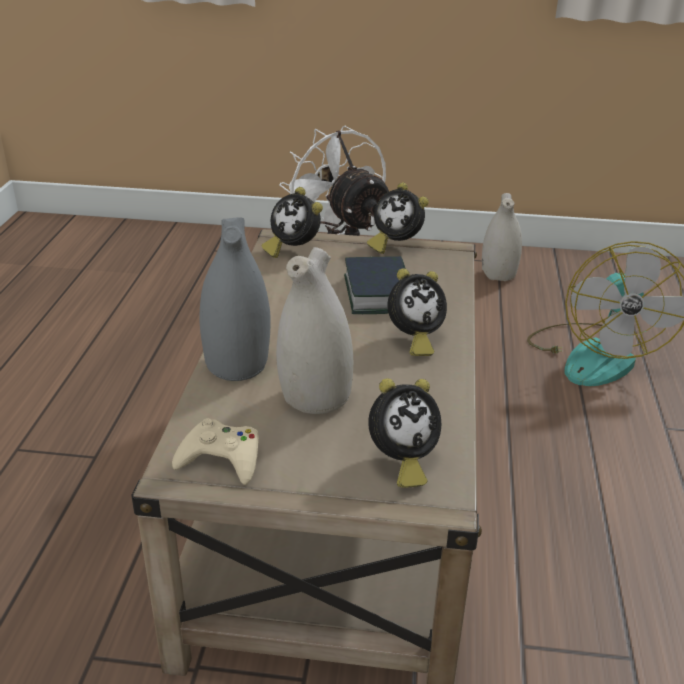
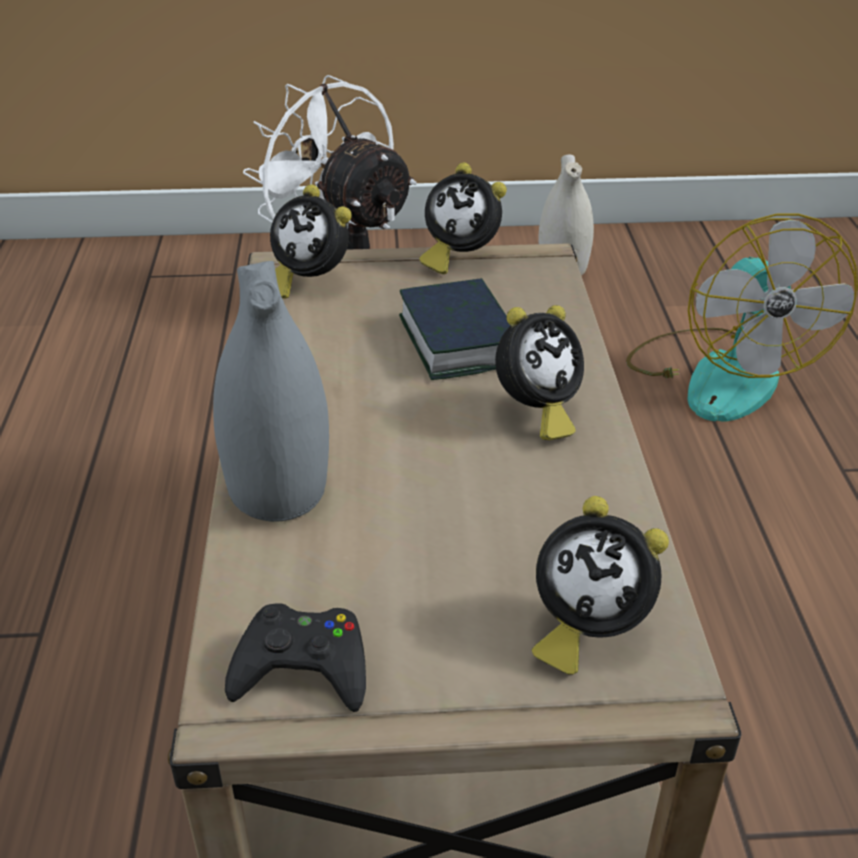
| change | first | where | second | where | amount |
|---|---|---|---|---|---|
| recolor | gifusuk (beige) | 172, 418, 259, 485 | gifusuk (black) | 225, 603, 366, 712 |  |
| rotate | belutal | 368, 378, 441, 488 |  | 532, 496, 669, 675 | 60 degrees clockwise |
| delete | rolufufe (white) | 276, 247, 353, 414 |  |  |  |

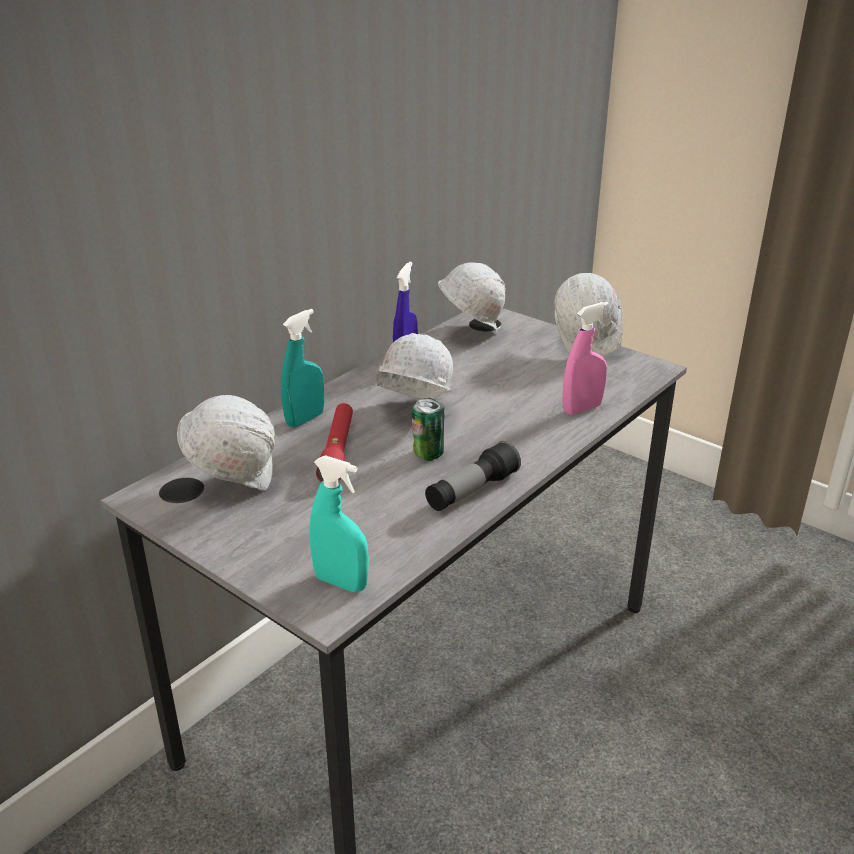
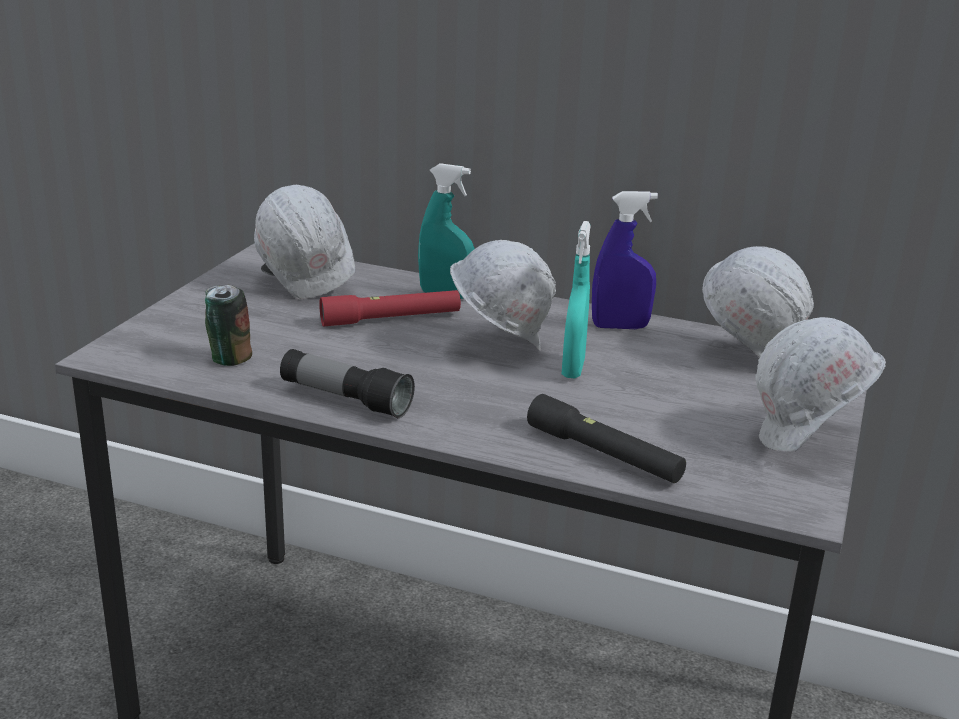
| change | first | where | second | where | amount |
|---|---|---|---|---|---|
| move | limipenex | 412, 398, 445, 461 |  | 205, 285, 252, 366 |  |
| replace | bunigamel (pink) | 563, 302, 609, 415 | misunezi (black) | 527, 394, 686, 483 |  |
| move | bunigamel (turquoise) | 309, 455, 369, 592 |  | 562, 221, 591, 378 |  |

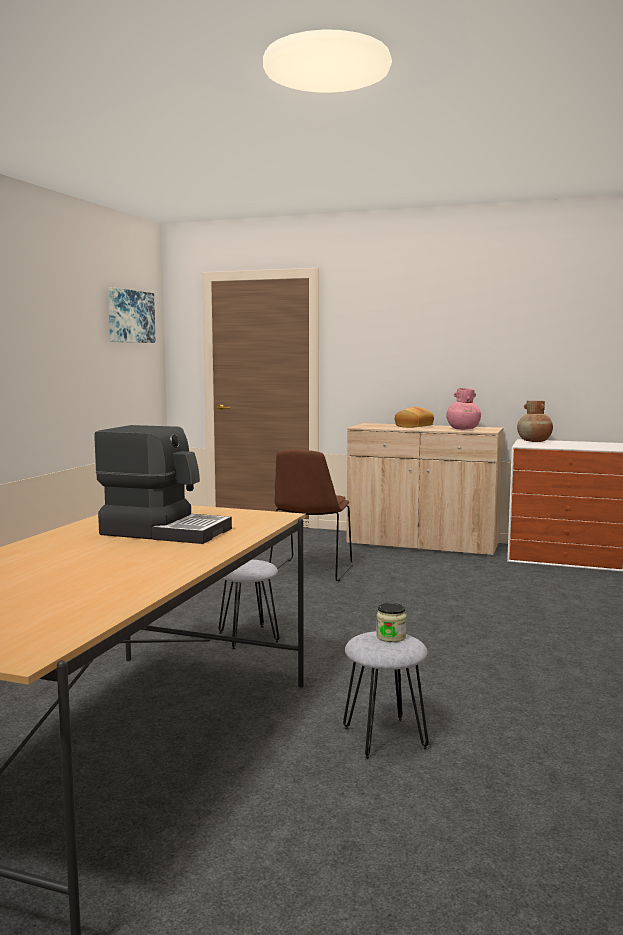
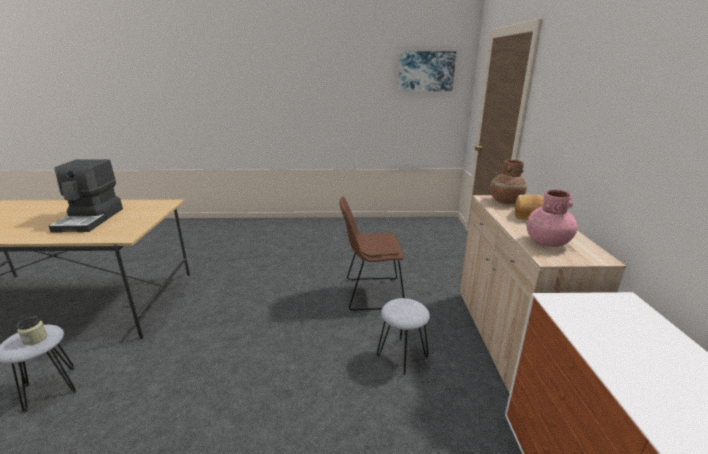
| change | first | where | second | where | amount |
|---|---|---|---|---|---|
| move | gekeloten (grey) | 218, 560, 279, 650 |  | 377, 298, 430, 376 |  |
| move | rolufufe (brown) | 517, 401, 553, 442 |  | 490, 160, 527, 204 |  |

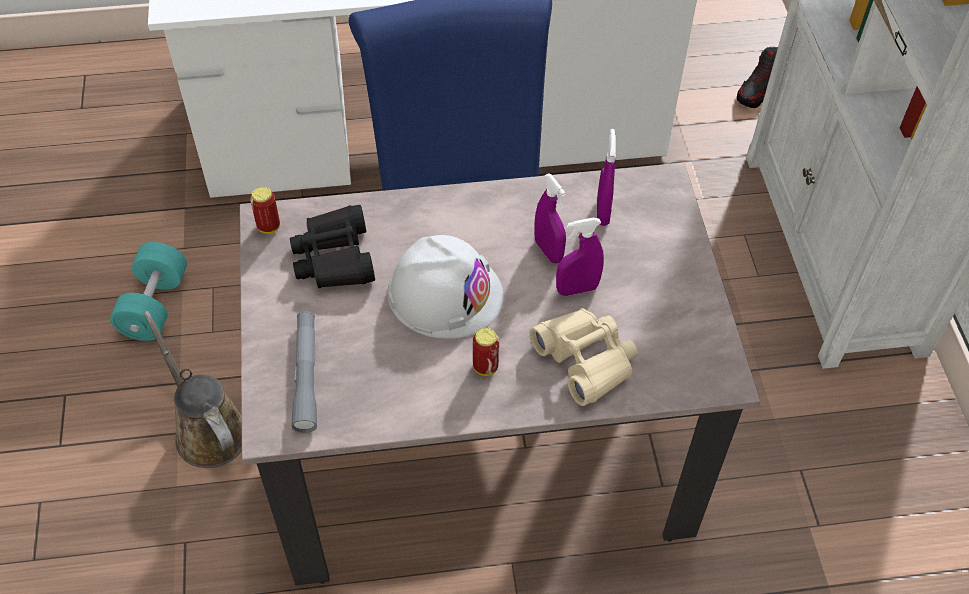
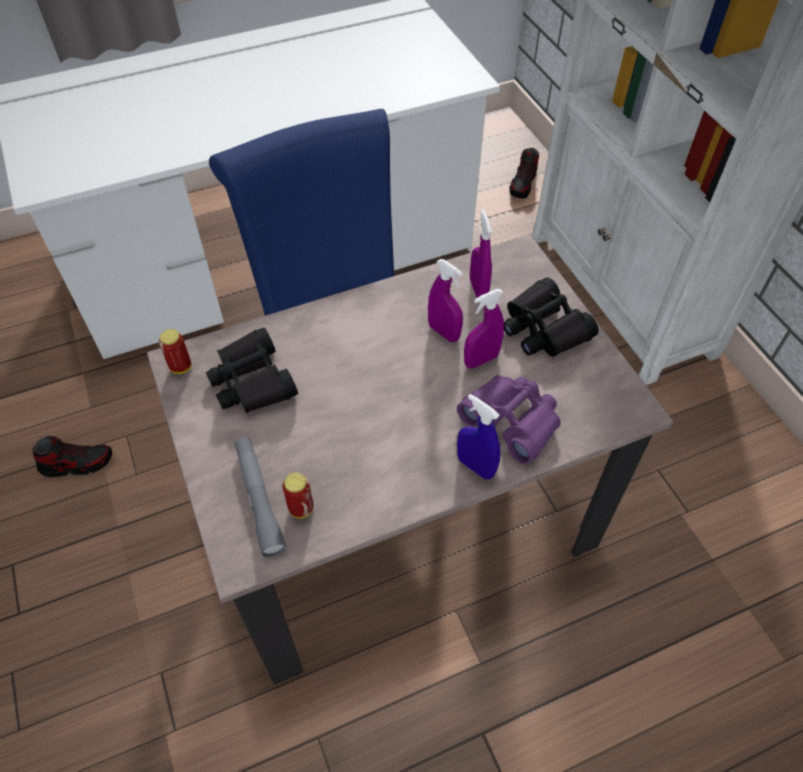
| change | first | where | second | where | amount |
|---|---|---|---|---|---|
| replace | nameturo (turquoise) | 110, 242, 187, 341 | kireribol | 33, 436, 112, 477 |  |
| move | limipenex | 473, 328, 499, 376 |  | 282, 472, 314, 518 |  |
| recolor | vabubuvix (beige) | 529, 308, 638, 406 | vabubuvix (purple) | 457, 375, 561, 464 |  |
| insert |  |  | bunigamel (blue) | 457, 394, 501, 480 |  |
| insert |  |  | vabubuvix (black) | 504, 278, 599, 357 |  |
| delete | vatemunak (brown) | 144, 311, 242, 468 |  |  |  |
| delete | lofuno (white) | 387, 235, 504, 339 |  |  |  |

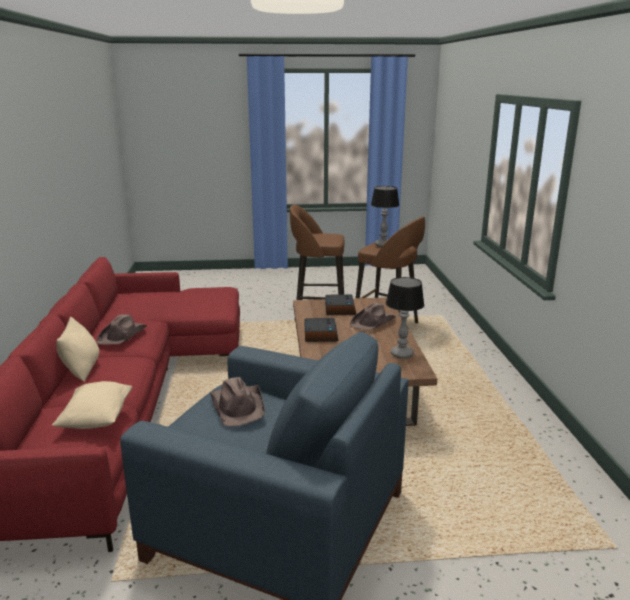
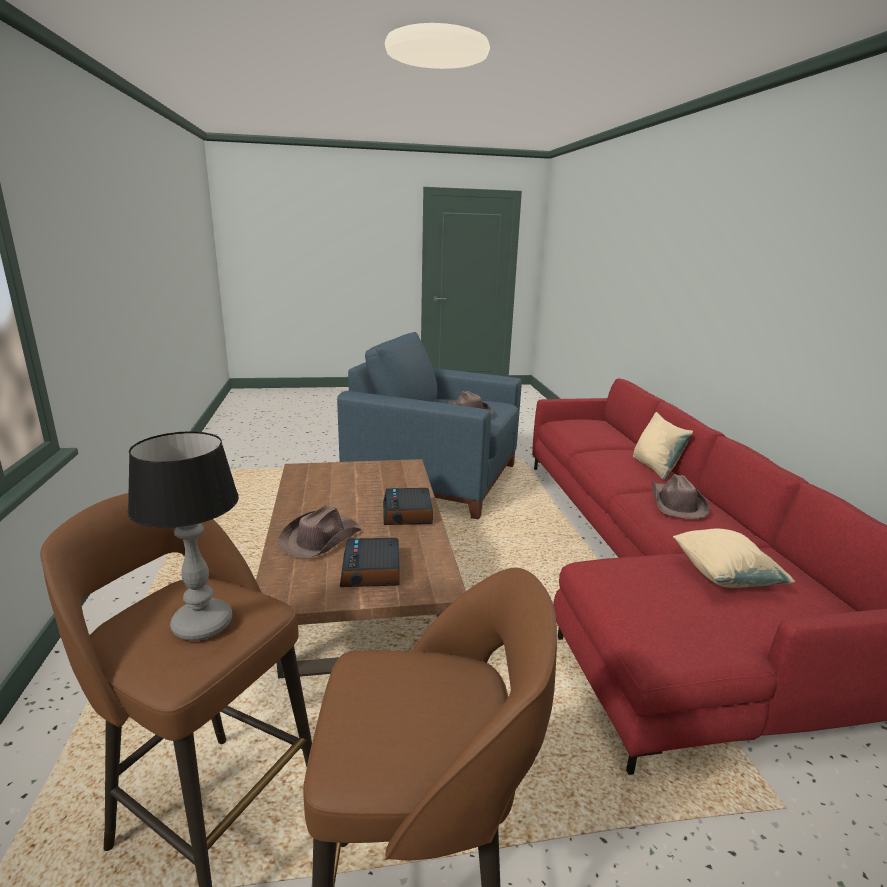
| change | first | where | second | where | amount |
|---|---|---|---|---|---|
| move | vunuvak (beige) | 52, 381, 132, 429 |  | 673, 529, 795, 588 |  |
| delete | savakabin | 386, 277, 424, 359 |  |  |  |

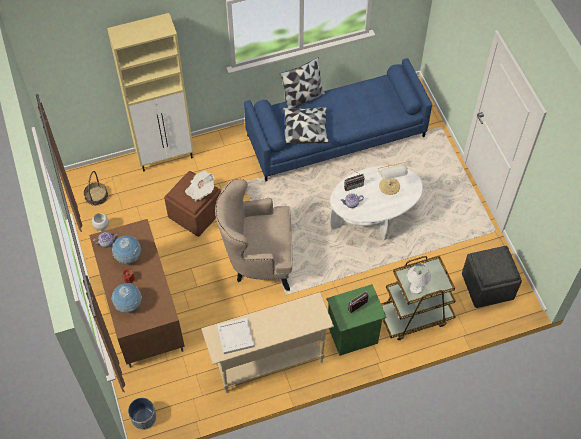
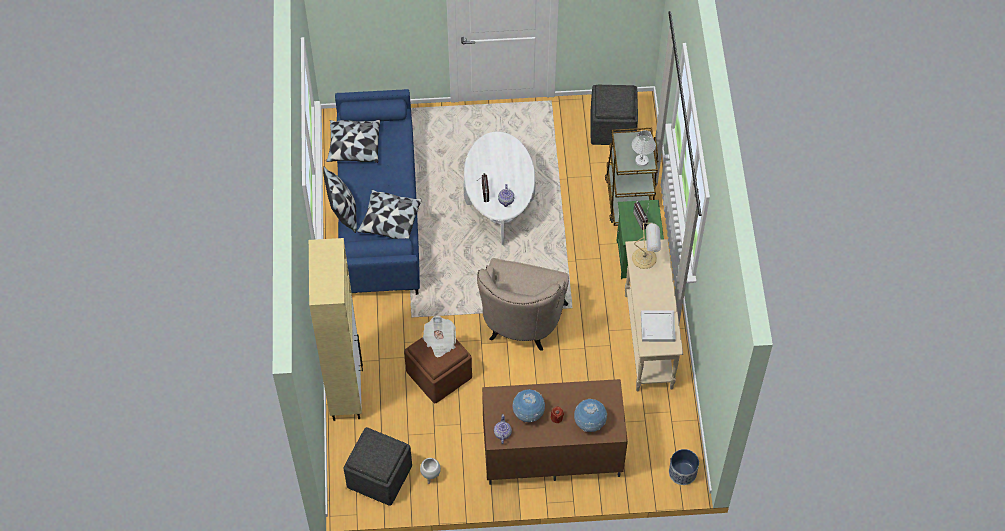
| change | first | where | second | where | amount |
|---|---|---|---|---|---|
| insert |  |  | vunuvak | 326, 120, 380, 163 |  |
| replace | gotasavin | 84, 171, 108, 206 | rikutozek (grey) | 344, 427, 412, 506 |  |
| move | savakabin | 378, 162, 408, 195 |  | 632, 223, 661, 269 |  |

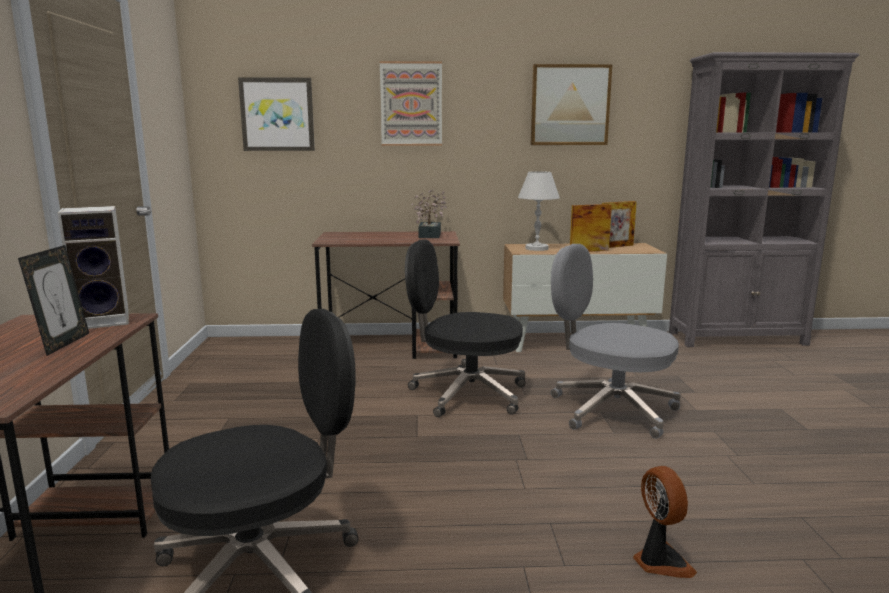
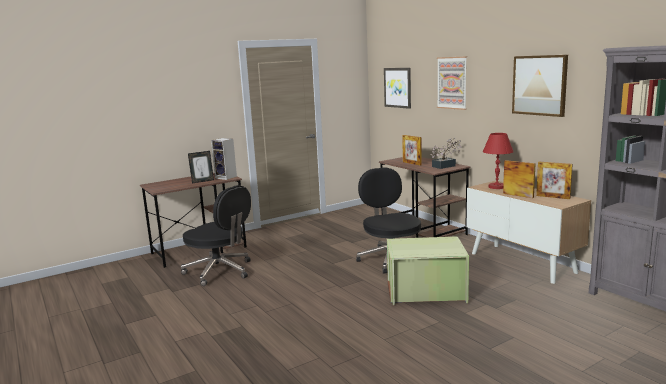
| change | first | where | second | where | amount |
|---|---|---|---|---|---|
| replace | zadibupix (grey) | 551, 244, 681, 439 | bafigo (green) | 387, 236, 469, 306 |  |
| insert |  |  | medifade | 402, 135, 422, 165 |  |
| recolor | savakabin (white) | 518, 171, 560, 251 | savakabin (red) | 483, 133, 514, 189 |  |
| delete | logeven | 633, 466, 697, 578 |  |  |  |

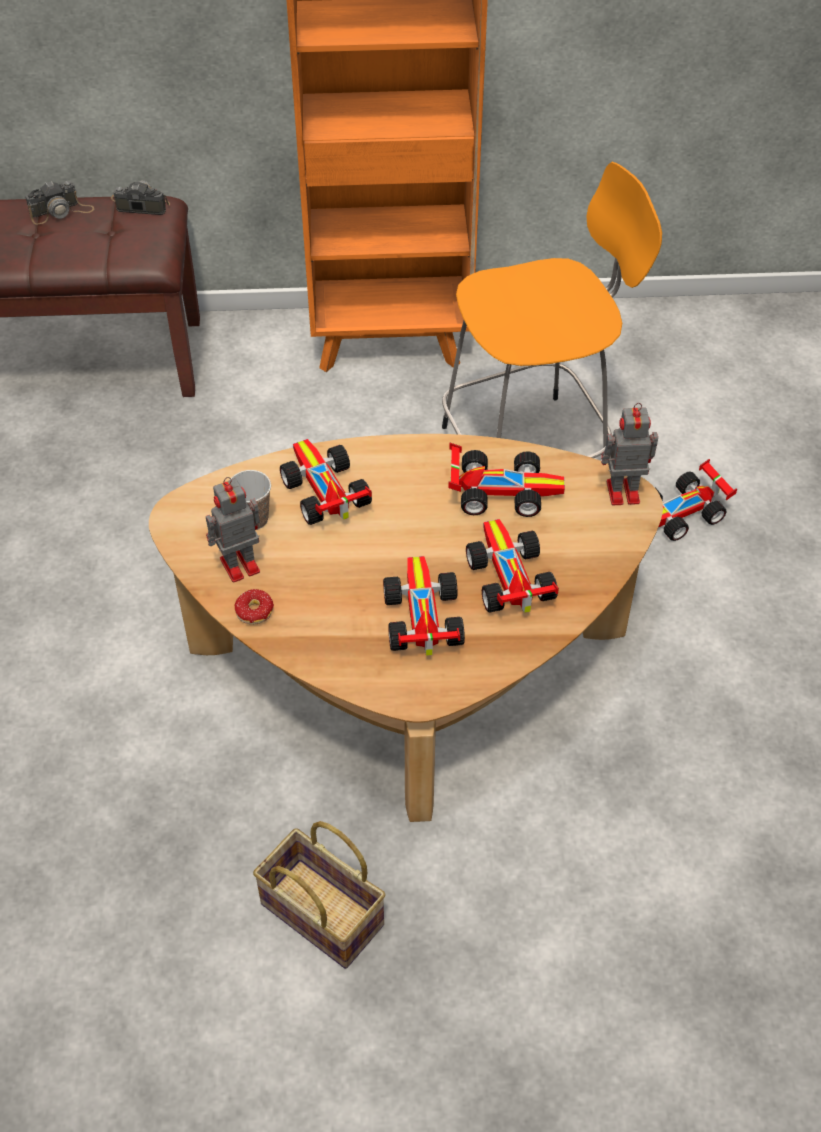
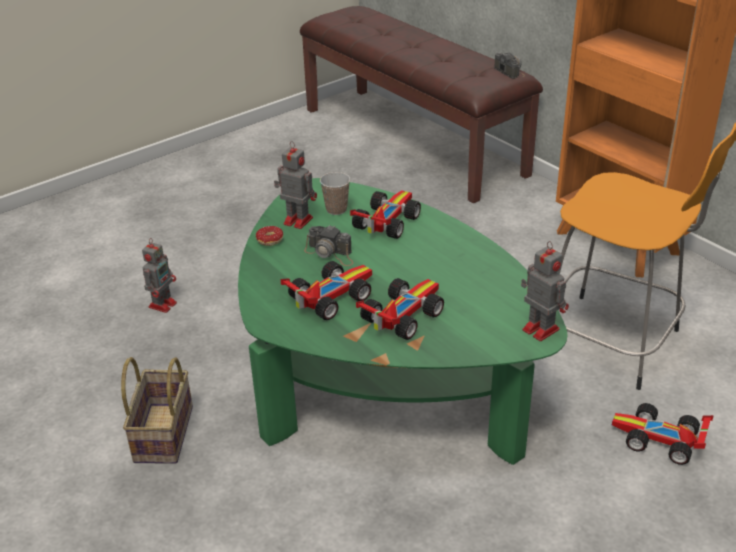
| change | first | where | second | where | amount |
|---|---|---|---|---|---|
| insert |  |  | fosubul | 142, 238, 177, 313 |  |
| recolor | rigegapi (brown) | 149, 434, 663, 822 | rigegapi (green) | 238, 178, 568, 465 |  |
| move | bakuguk | 25, 181, 94, 225 |  | 304, 225, 353, 266 |  |
| delete | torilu | 448, 443, 565, 517 |  |  |  |

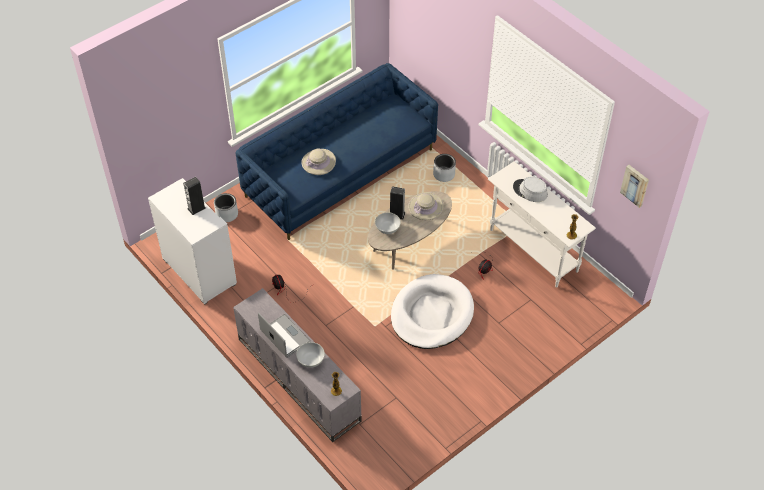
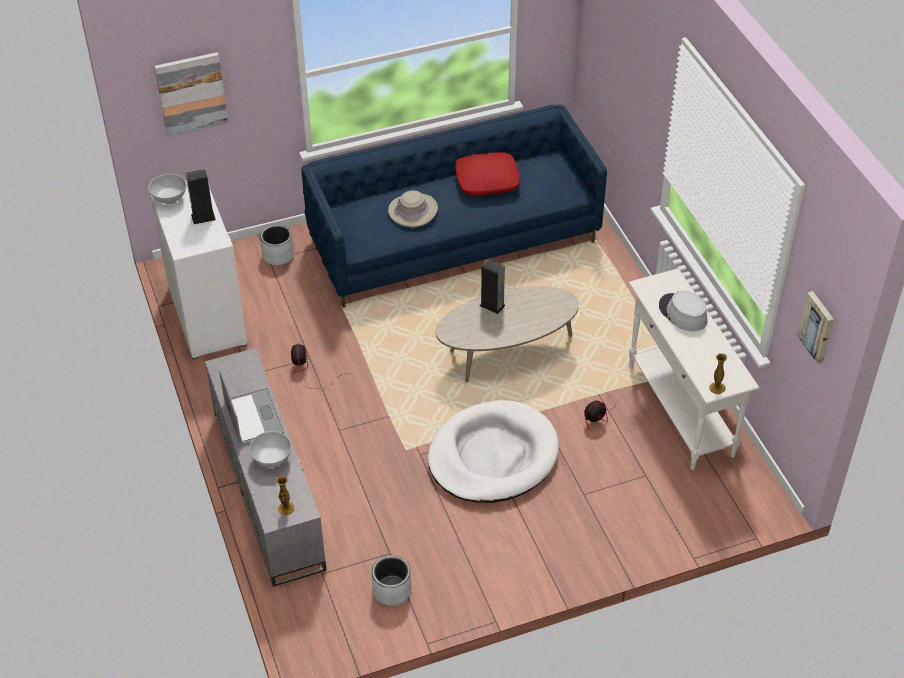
| change | first | where | second | where | amount |
|---|---|---|---|---|---|
| move | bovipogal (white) | 375, 212, 401, 234 |  | 148, 174, 186, 204 |  |
| insert |  |  | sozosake | 154, 52, 229, 137 |  |
| move | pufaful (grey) | 433, 154, 456, 182 |  | 372, 555, 411, 606 |  |
| insert |  |  | vunuvak (red) | 455, 152, 520, 195 |  |
| delete | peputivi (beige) | 408, 192, 444, 220 |  |  |  |

